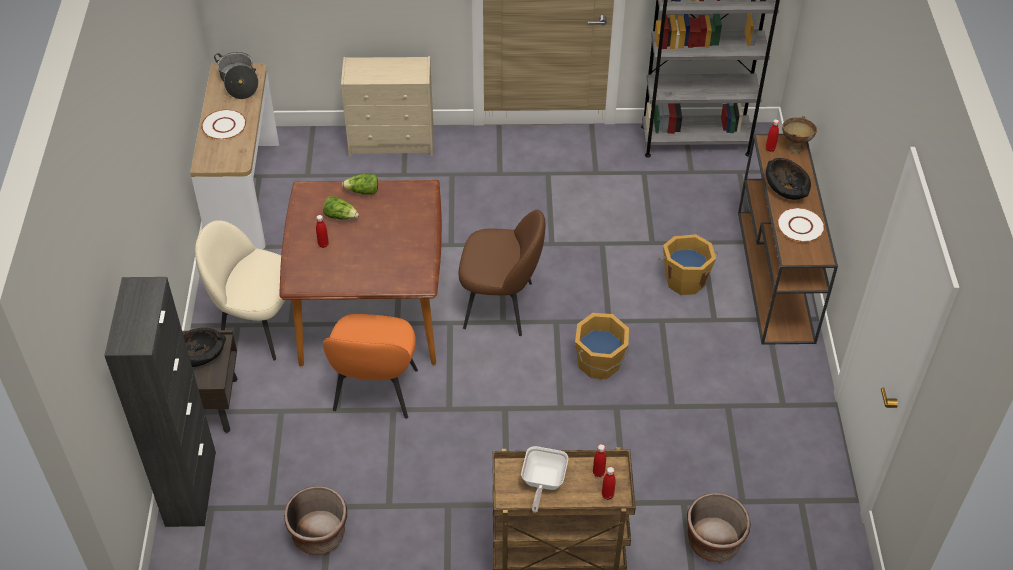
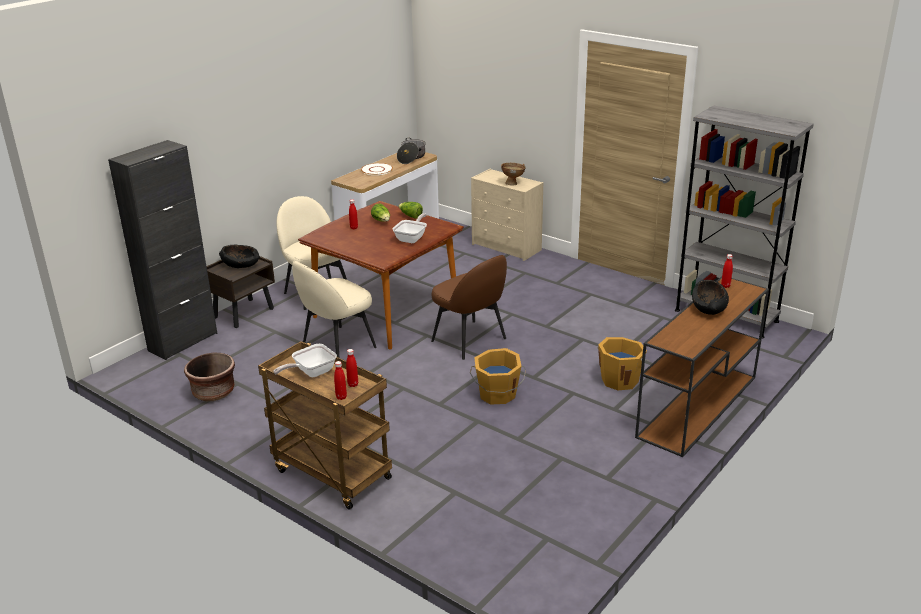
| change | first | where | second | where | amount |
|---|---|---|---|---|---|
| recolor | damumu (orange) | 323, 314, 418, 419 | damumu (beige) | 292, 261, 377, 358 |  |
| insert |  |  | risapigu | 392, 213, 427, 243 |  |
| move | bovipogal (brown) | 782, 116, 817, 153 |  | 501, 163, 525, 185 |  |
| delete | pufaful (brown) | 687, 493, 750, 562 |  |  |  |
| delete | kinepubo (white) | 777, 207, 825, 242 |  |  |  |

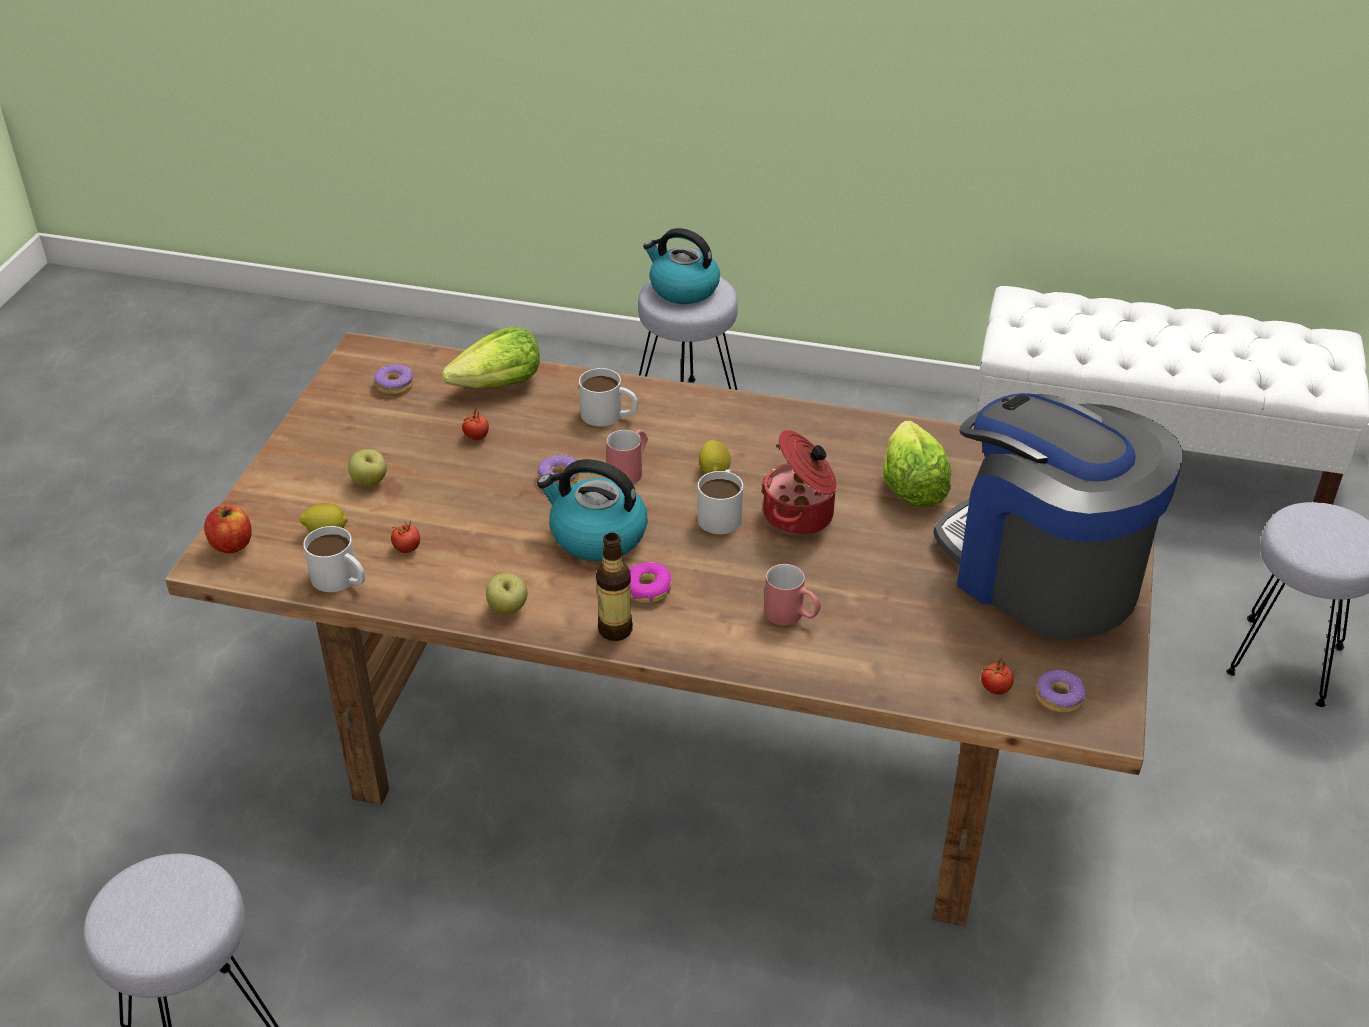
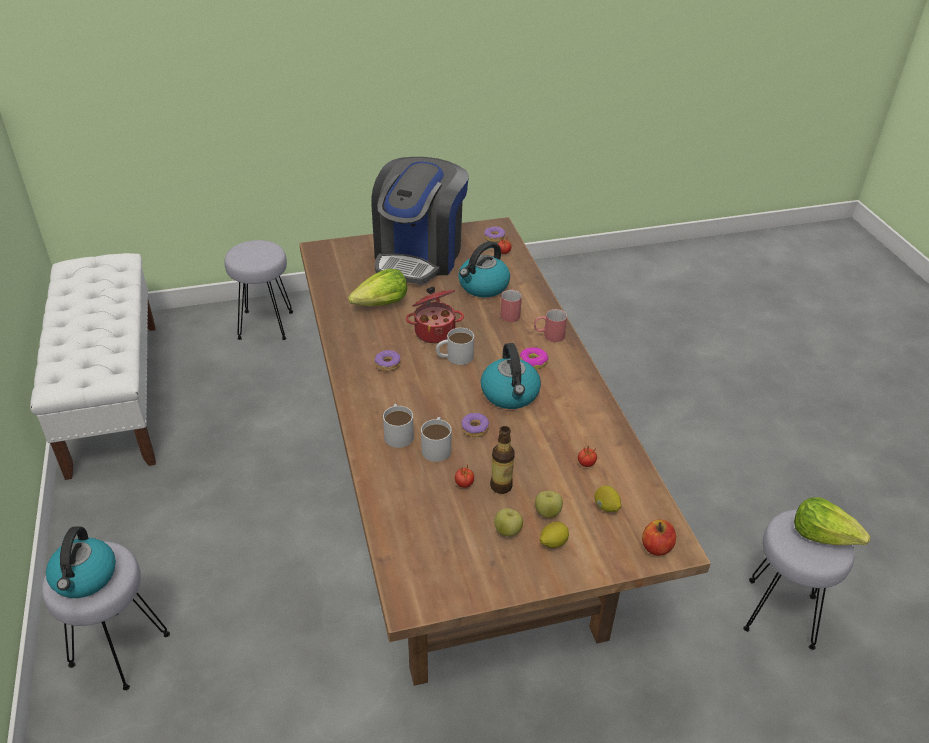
| change | first | where | second | where | amount |
|---|---|---|---|---|---|
| move | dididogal | 374, 364, 414, 395 |  | 374, 349, 401, 372 |  |
| move | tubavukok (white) | 303, 526, 365, 592 |  | 421, 417, 451, 462 |  |
| insert |  |  | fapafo | 458, 241, 510, 298 |  |
| move | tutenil | 596, 533, 633, 641 |  | 490, 426, 515, 494 |  |
| move | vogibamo | 486, 573, 527, 614 |  | 494, 508, 523, 537 |  |
| move | tubavukok (red) | 606, 430, 648, 484 |  | 534, 309, 567, 342 |  |
| move | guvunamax | 699, 440, 731, 474 |  | 539, 522, 569, 548 |  |
| move | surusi | 442, 327, 540, 388 |  | 794, 497, 870, 545 |  |

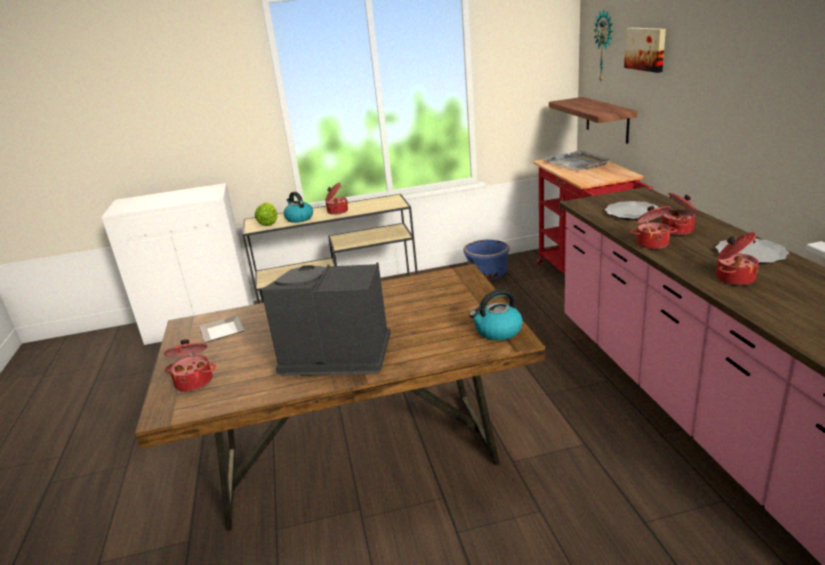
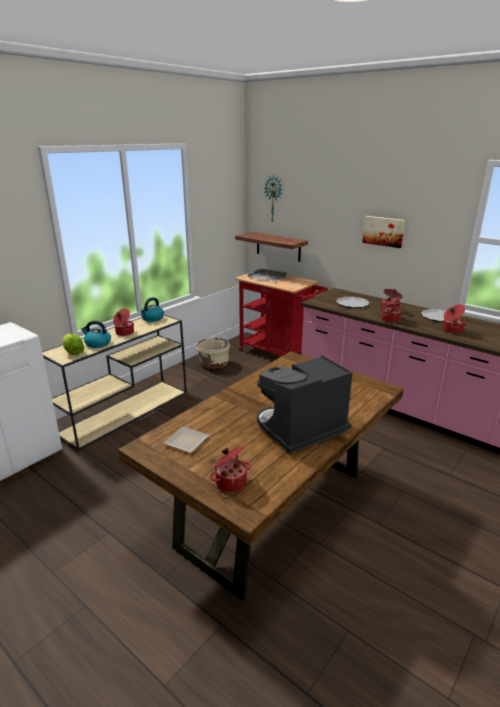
| change | first | where | second | where | amount |
|---|---|---|---|---|---|
| move | fapafo | 469, 289, 523, 341 |  | 141, 297, 164, 322 |  |
| recolor | pufaful (blue) | 463, 240, 510, 280 | pufaful (beige) | 196, 338, 230, 369 |  |
| move | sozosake | 624, 28, 666, 73 |  | 362, 216, 405, 248 |  |

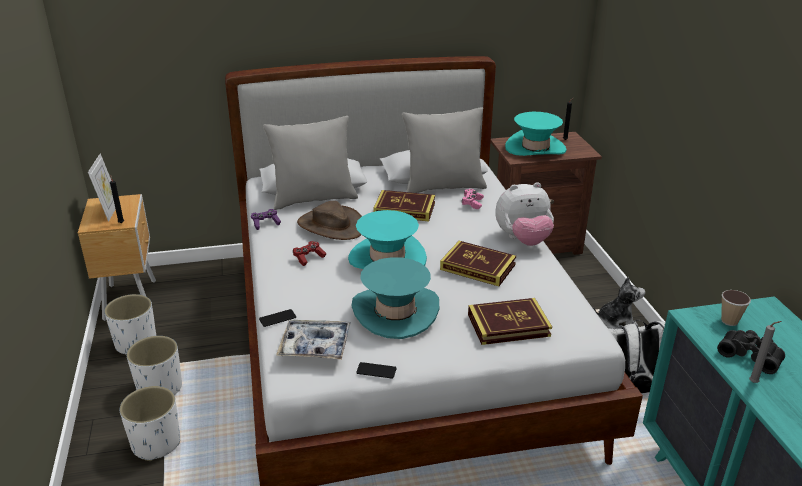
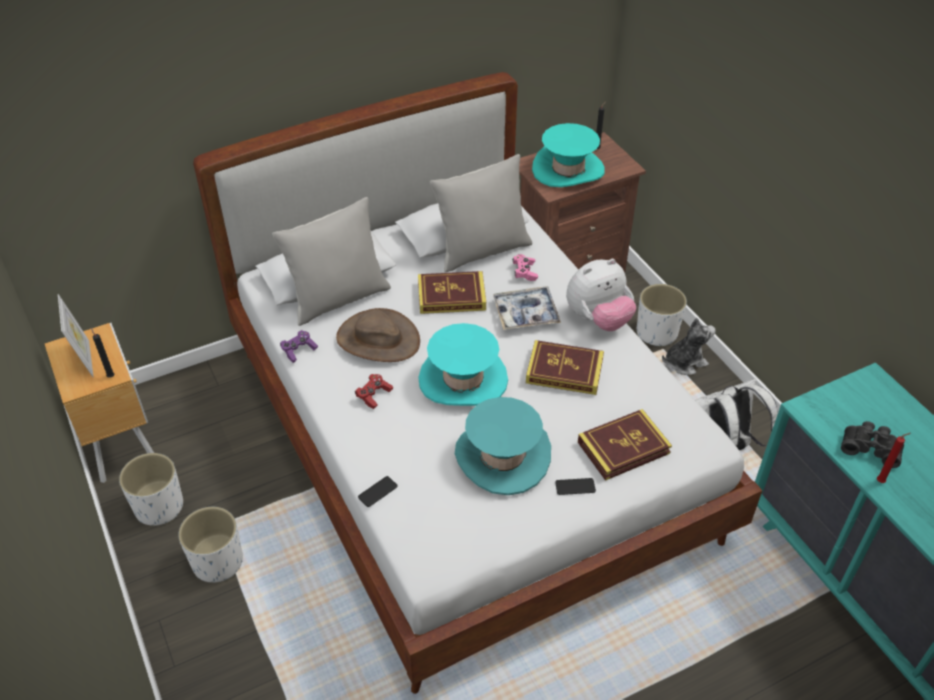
| change | first | where | second | where | amount |
|---|---|---|---|---|---|
| move | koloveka | 276, 319, 351, 360 |  | 493, 286, 561, 330 |  |
| move | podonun | 356, 362, 396, 378 |  | 555, 478, 596, 495 |  |
| move | pufaful (white) | 120, 386, 180, 461 |  | 637, 284, 687, 347 |  |
| recolor | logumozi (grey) | 749, 321, 782, 383 | logumozi (red) | 877, 433, 910, 483 |  |
| delete | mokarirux | 721, 290, 751, 326 |  |  |  |

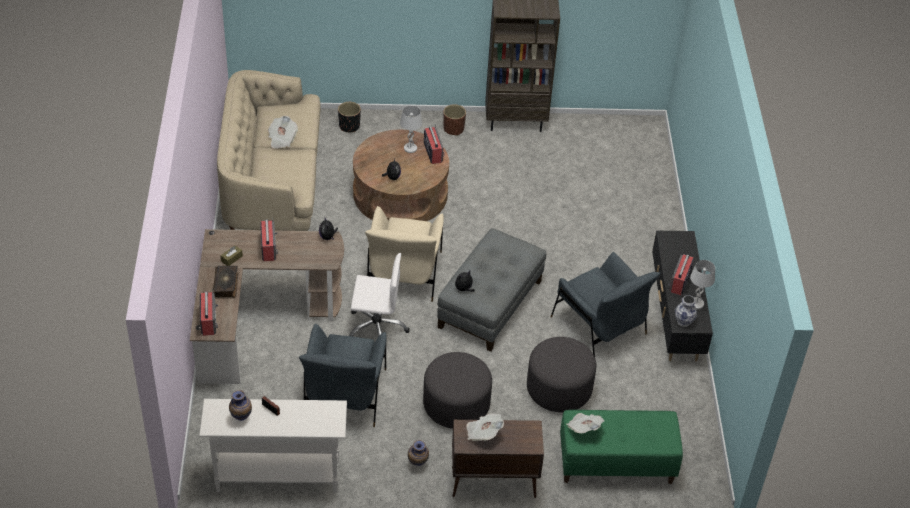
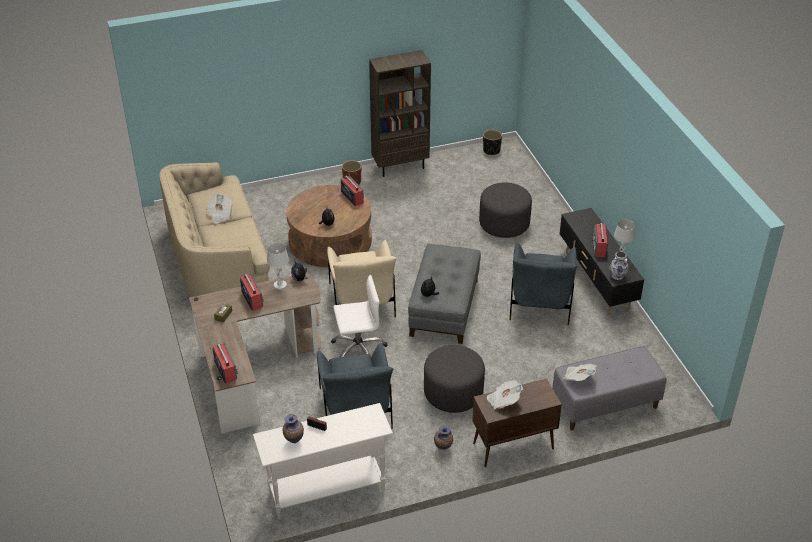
| change | first | where | second | where | amount |
|---|---|---|---|---|---|
| move | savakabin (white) | 400, 106, 422, 153 |  | 267, 243, 289, 290 |  |
| move | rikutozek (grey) | 527, 337, 596, 413 |  | 479, 183, 532, 238 |  |
| move | pufaful (black) | 338, 102, 361, 132 |  | 483, 130, 502, 155 |  |
| rotate | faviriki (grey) | 551, 252, 660, 357 |  | 510, 242, 577, 325 | 60 degrees clockwise |
| recolor | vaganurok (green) | 560, 410, 683, 484 | vaganurok (grey) | 552, 346, 666, 430 |  |
| delete | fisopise | 212, 266, 238, 298 |  |  |  |

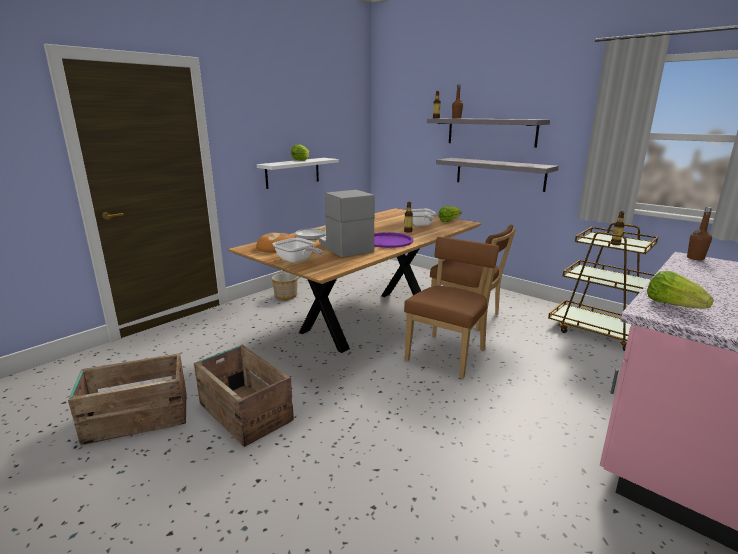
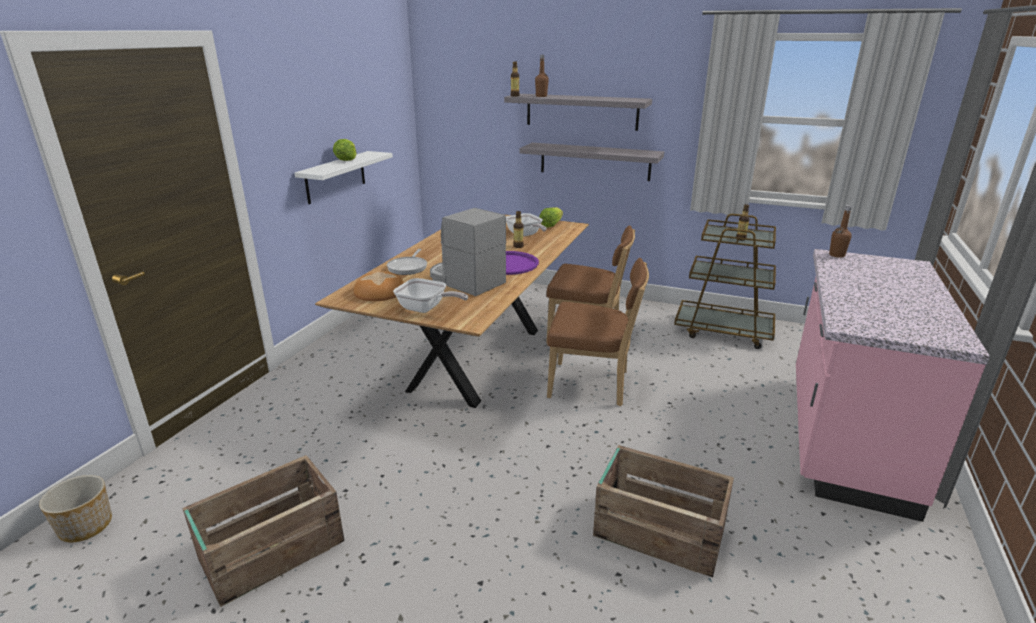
| change | first | where | second | where | amount |
|---|---|---|---|---|---|
| move | pufaful | 272, 273, 298, 300 |  | 39, 475, 112, 542 |  |
| rotate | damumu (brown) | 404, 237, 499, 378 |  | 547, 258, 649, 406 | 90 degrees clockwise |
| move | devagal | 194, 345, 294, 447 |  | 593, 445, 734, 577 |  |
| delete | surusi | 647, 271, 714, 309 |  |  |  |

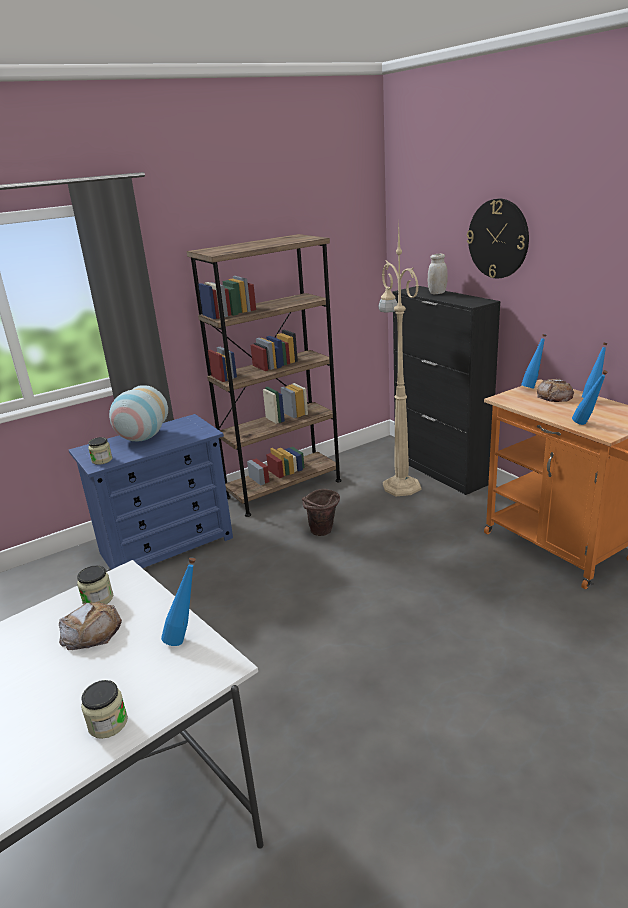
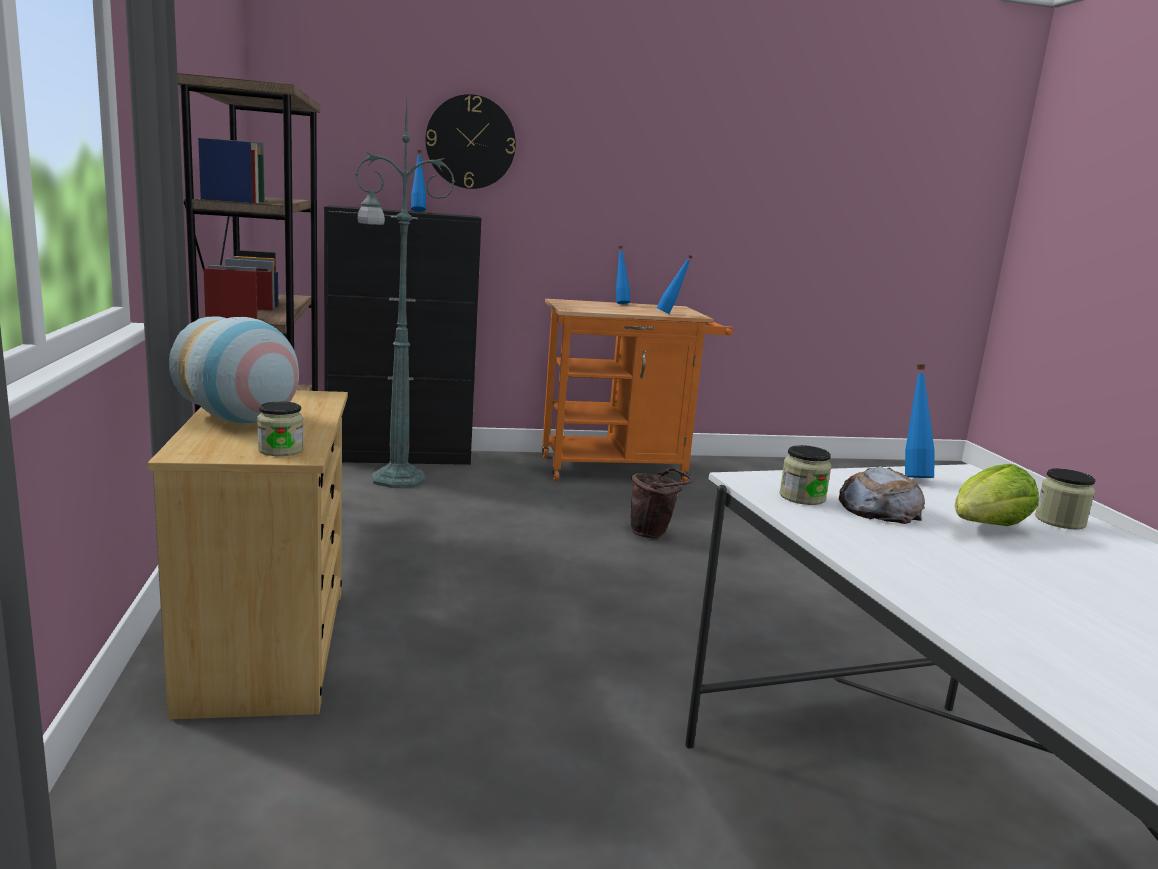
| change | first | where | second | where | amount |
|---|---|---|---|---|---|
| recolor | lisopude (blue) | 69, 414, 233, 570 | lisopude (beige) | 148, 390, 348, 720 |  |
| recolor | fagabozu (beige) | 379, 223, 421, 496 | fagabozu (green) | 355, 100, 455, 488 |  |
| move | tutenil (blue) | 521, 334, 546, 389 |  | 411, 150, 426, 212 |  |
| move | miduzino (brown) | 302, 489, 340, 536 |  | 631, 467, 693, 539 |  |
| insert |  |  | surusi | 955, 464, 1039, 526 |  |
| delete | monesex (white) | 428, 254, 448, 294 |  |  |  |
| delete | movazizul | 537, 379, 574, 402 |  |  |  |

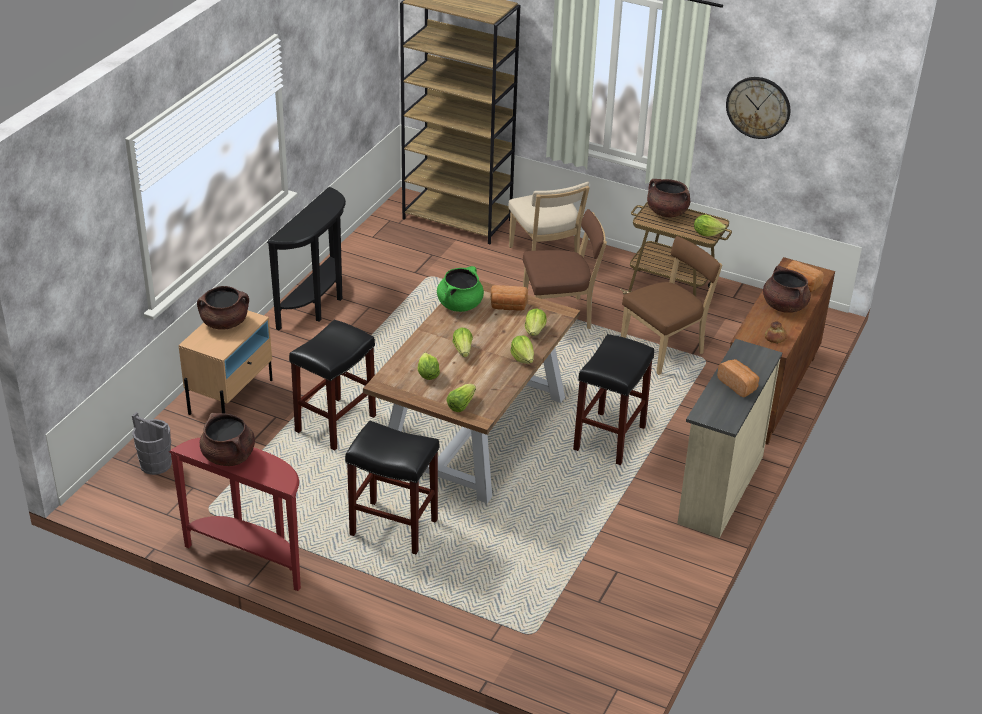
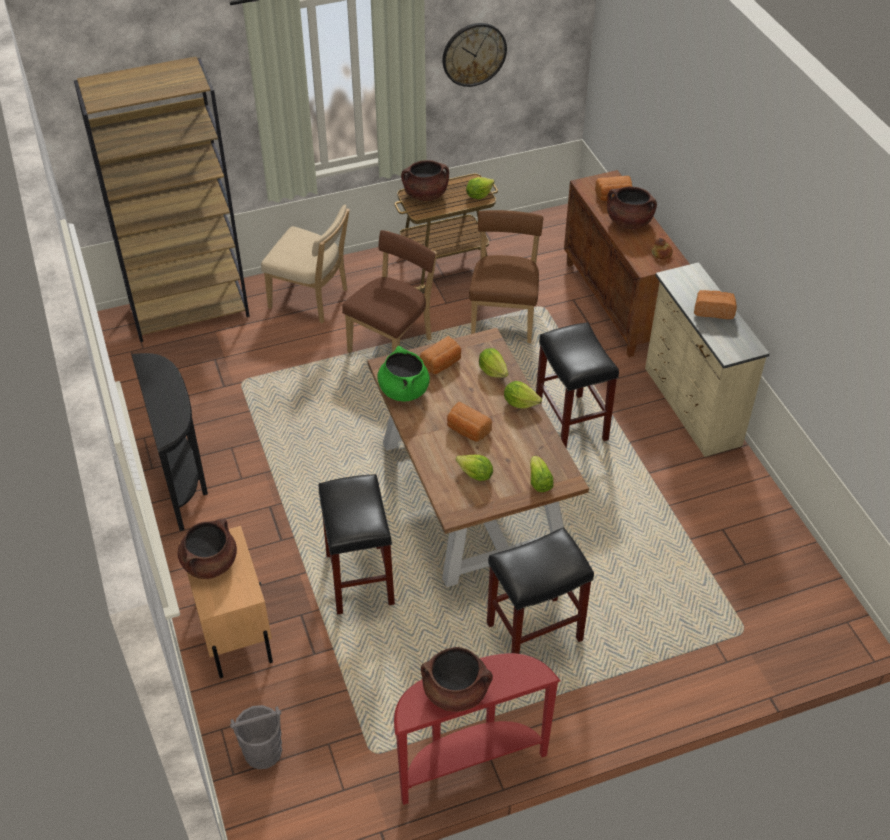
| change | first | where | second | where | amount |
|---|---|---|---|---|---|
| replace | surusi | 452, 327, 473, 357 | movazizul | 447, 402, 492, 442 |  |

